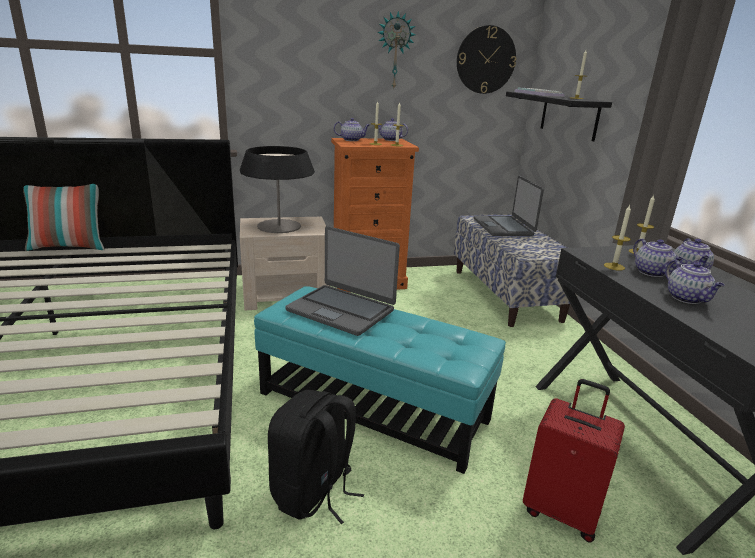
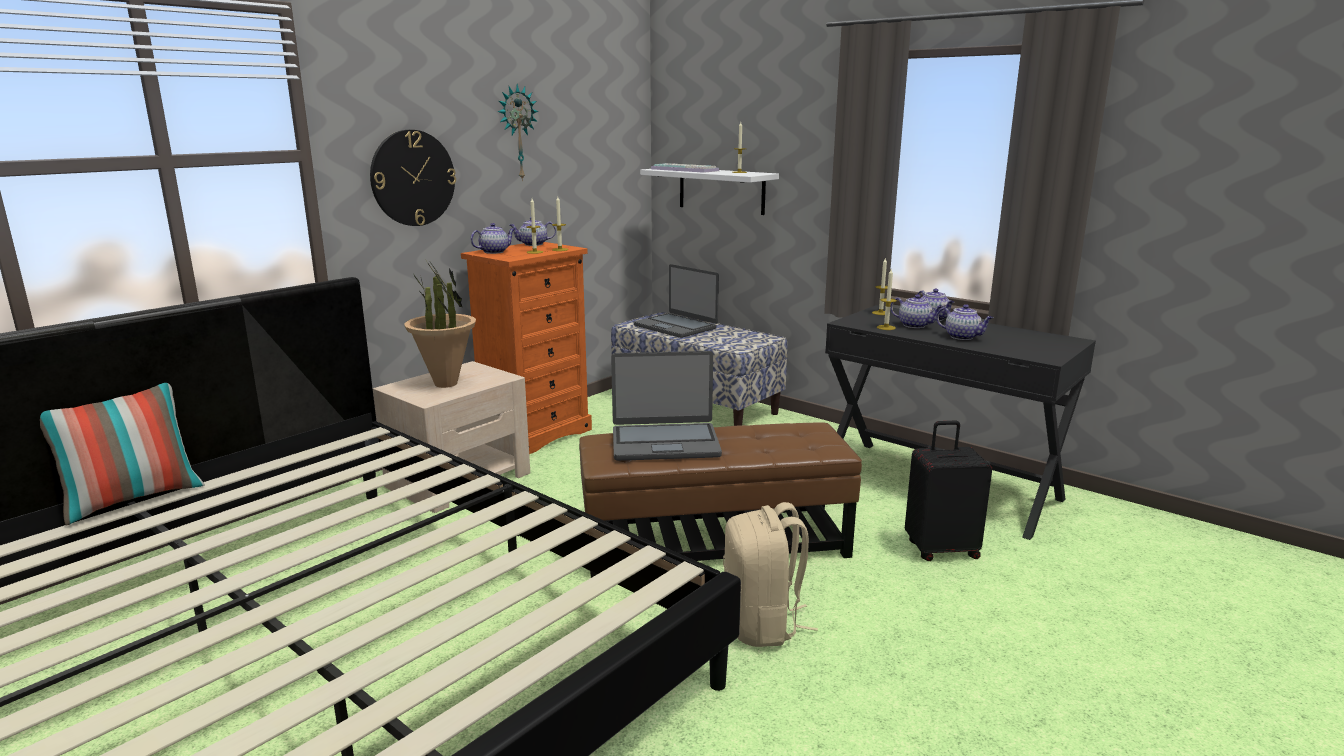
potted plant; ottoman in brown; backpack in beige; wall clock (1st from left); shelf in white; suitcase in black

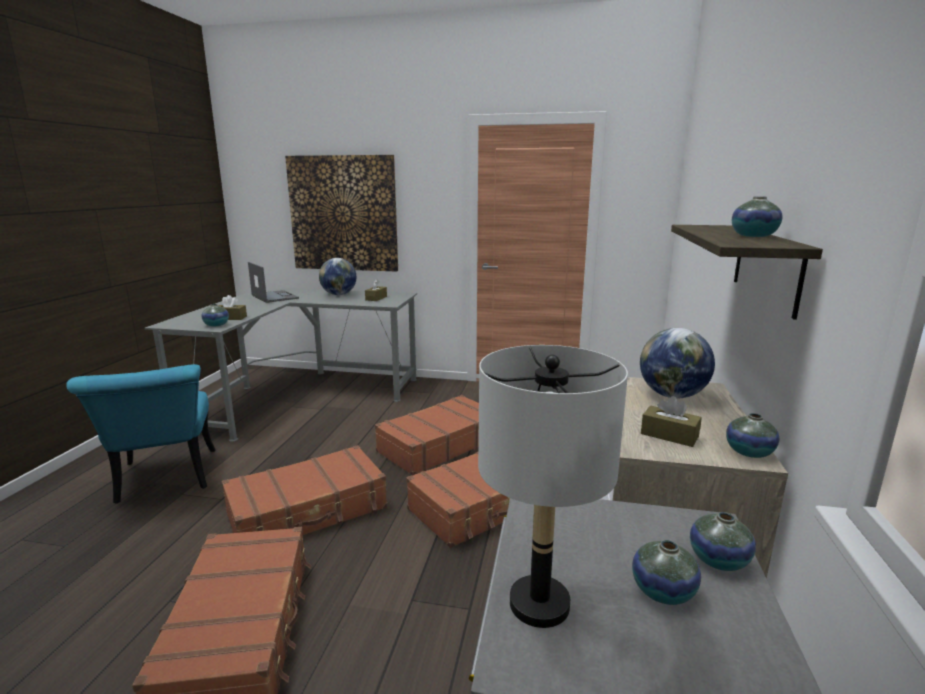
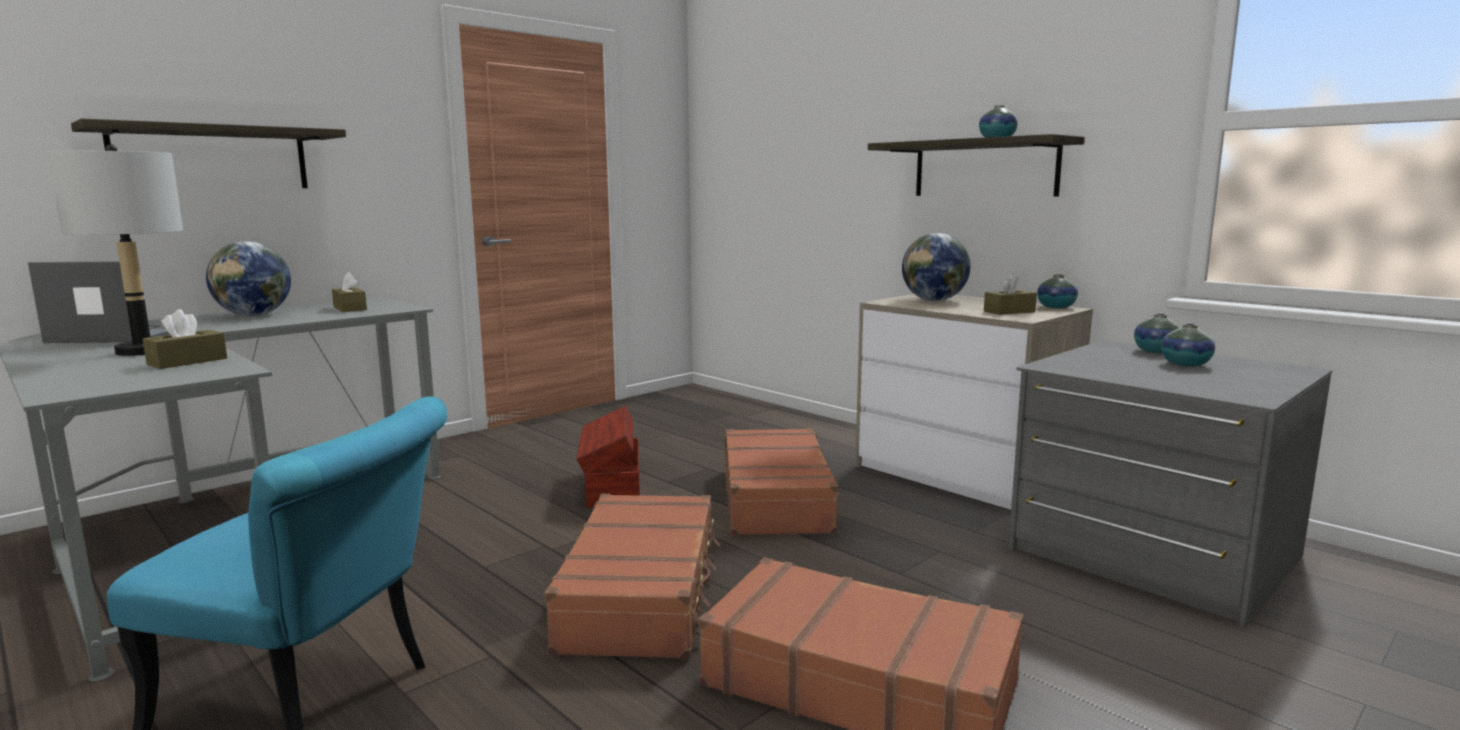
vase (1st from left in the first image); shelf (1st from left); storage box in brown; table lamp in grey

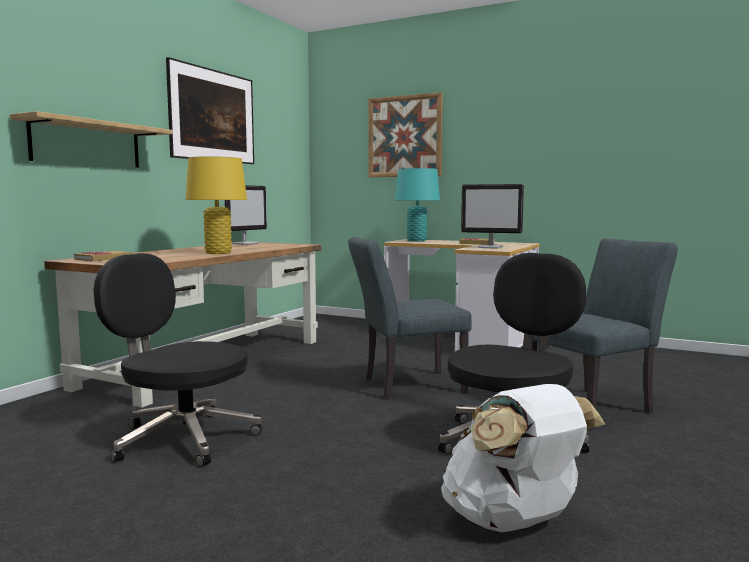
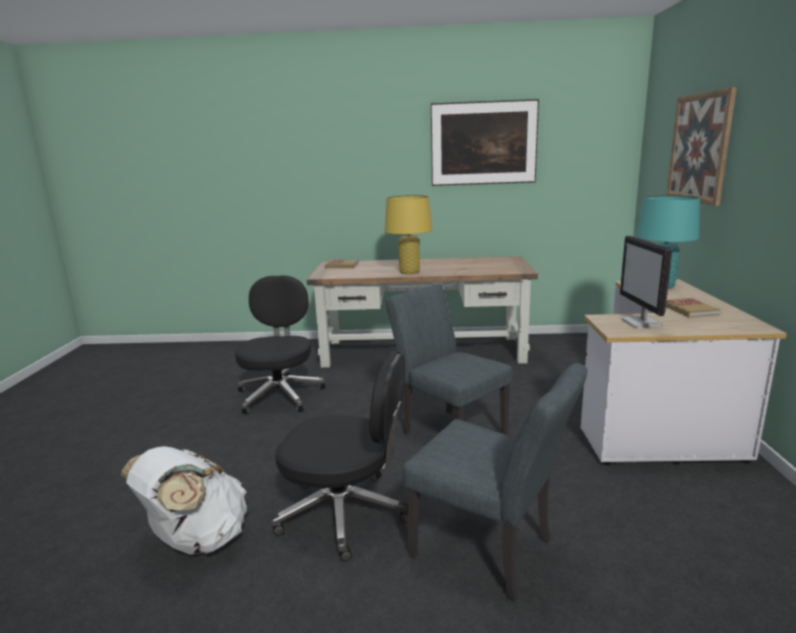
shelf; monitor (1st from left in the first image)

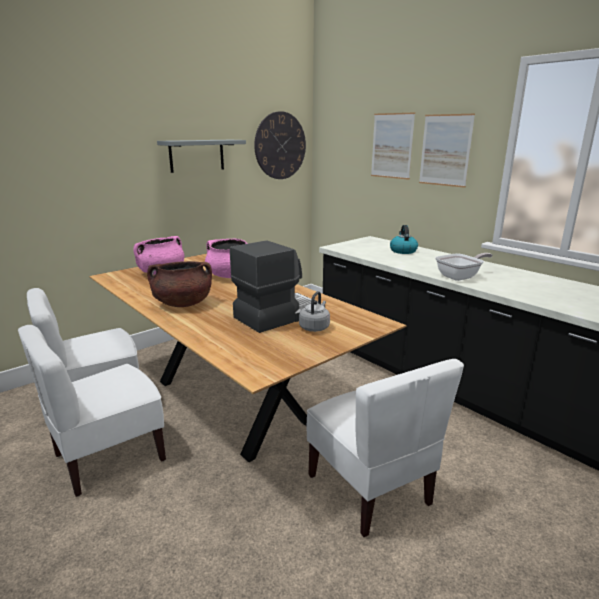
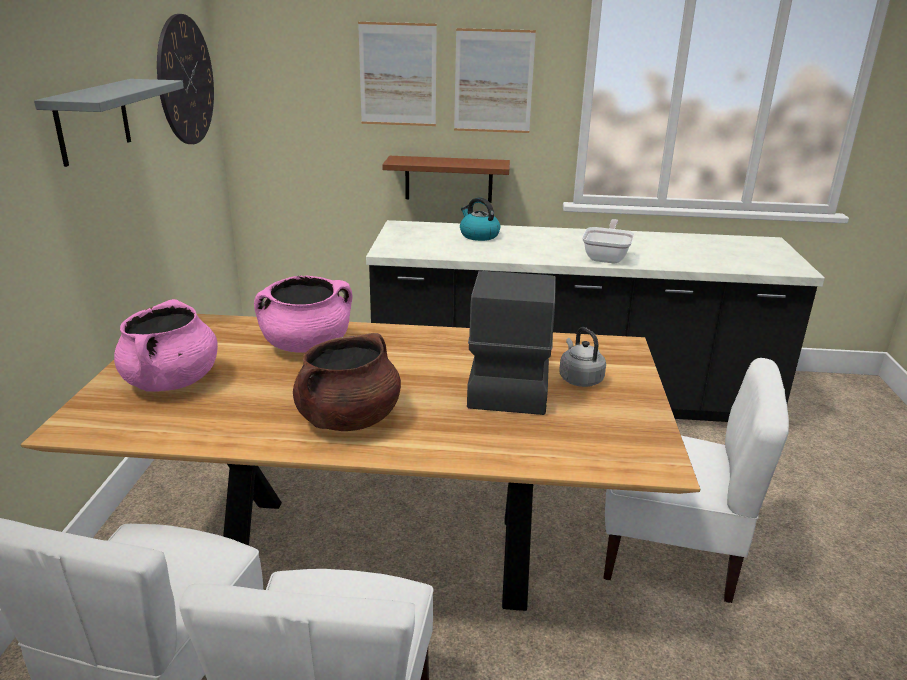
shelf in brown

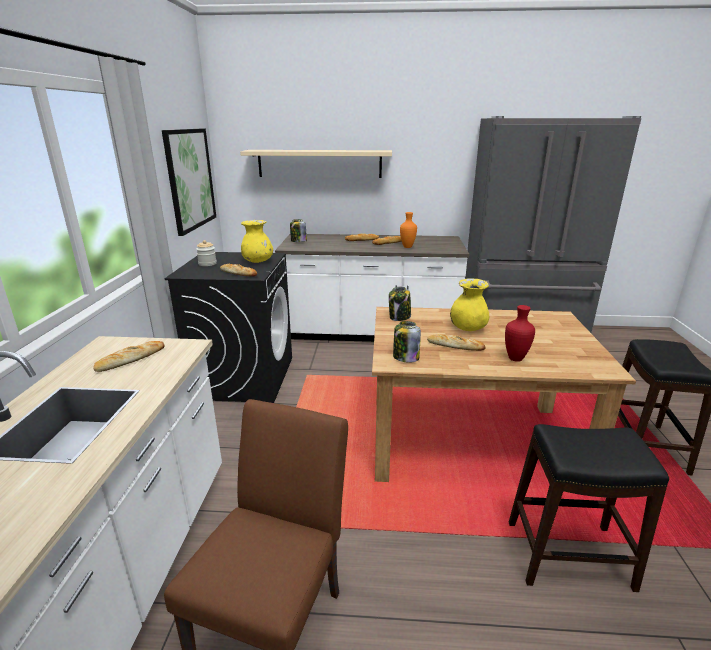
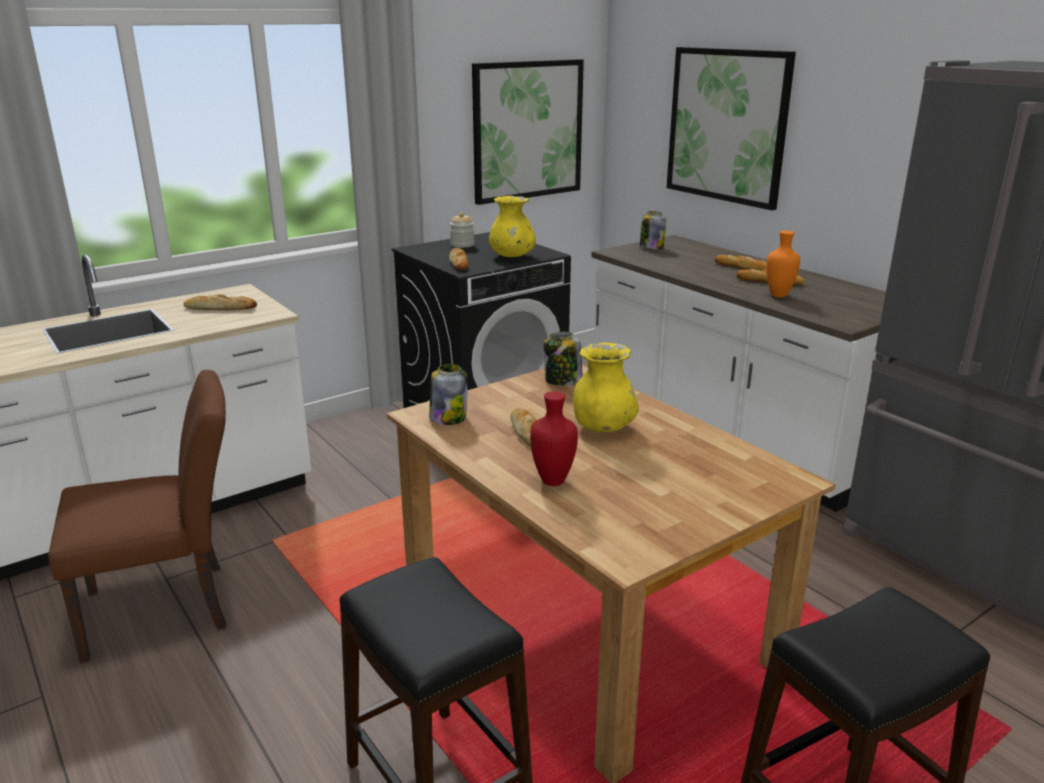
picture (2nd from left)

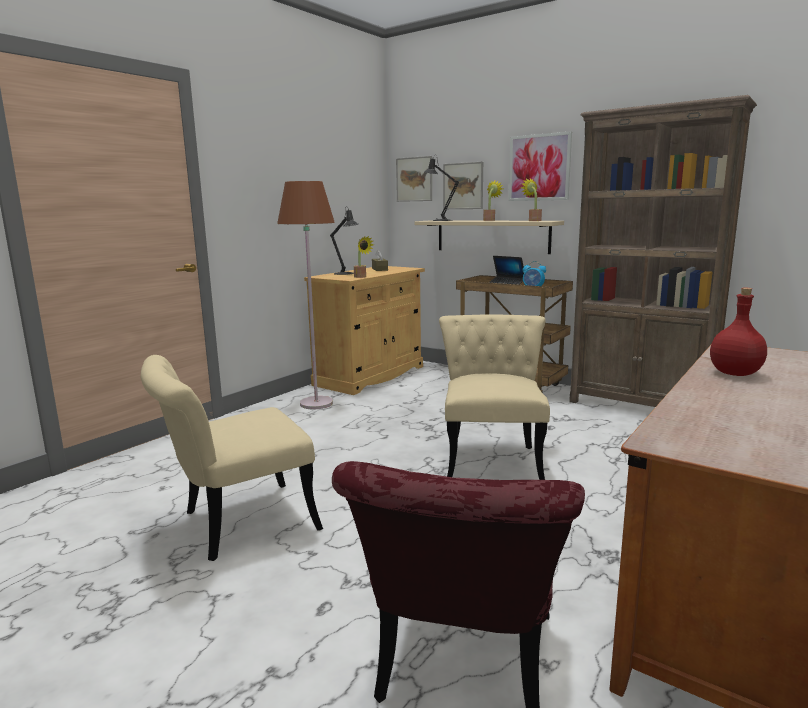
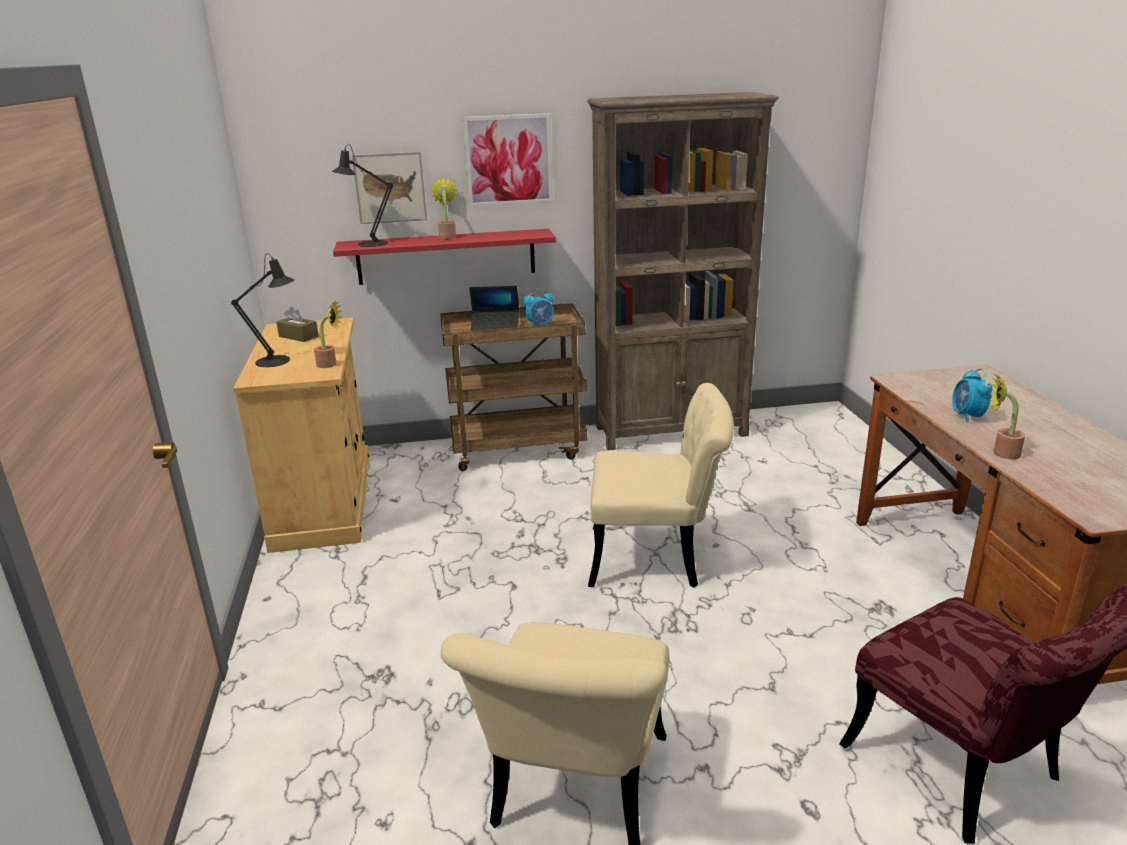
floor lamp in brown; picture (1st from left in the first image); shelf in red; chair in beige (2nd from left); potted plant (3rd from left); alarm clock (2nd from left)

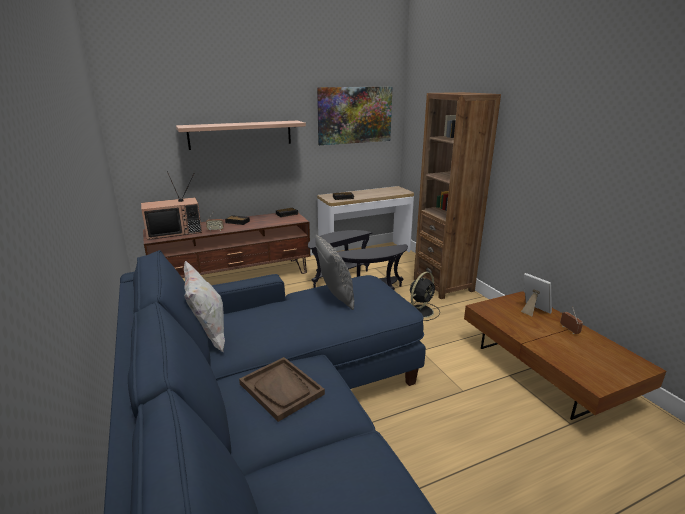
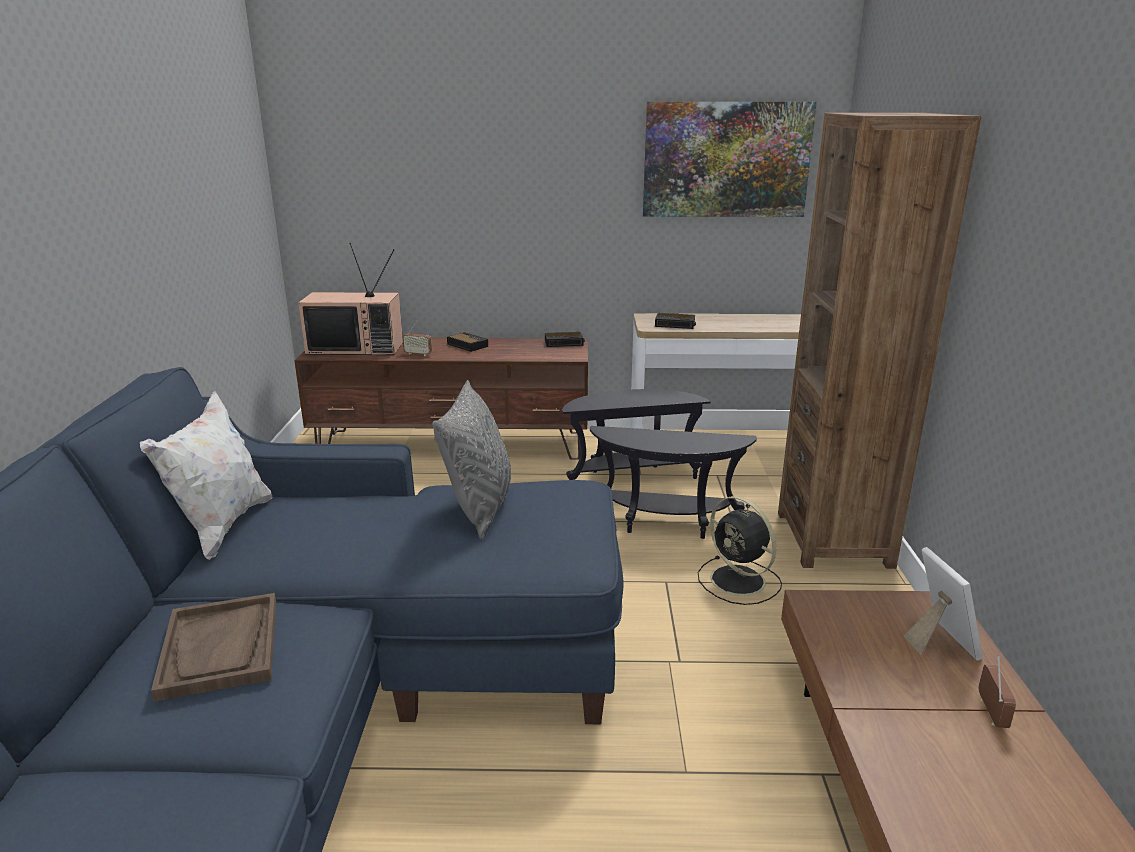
shelf; fan in black

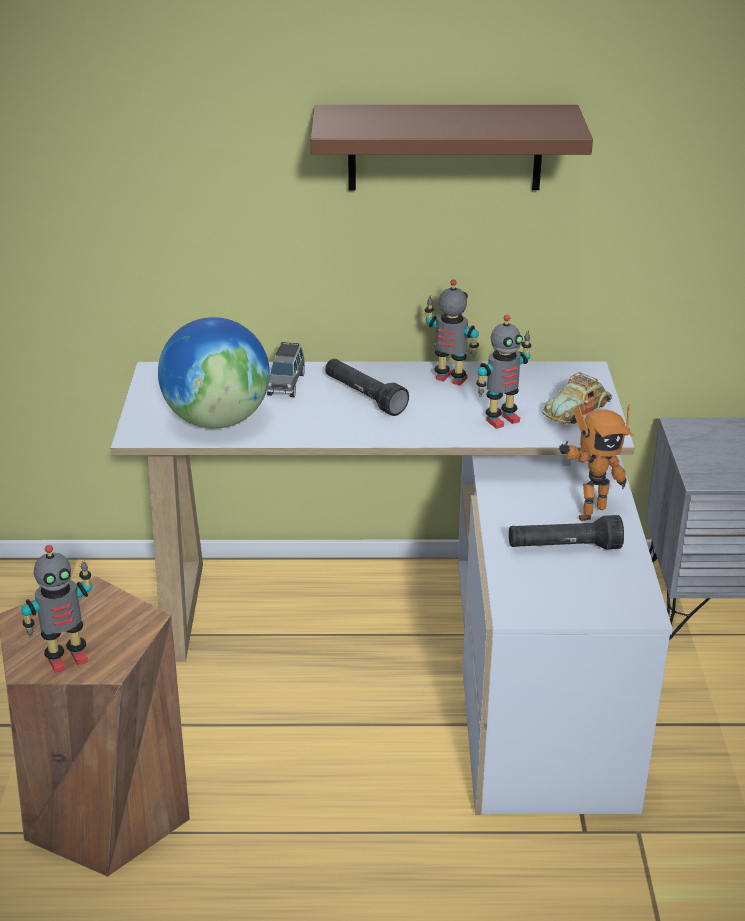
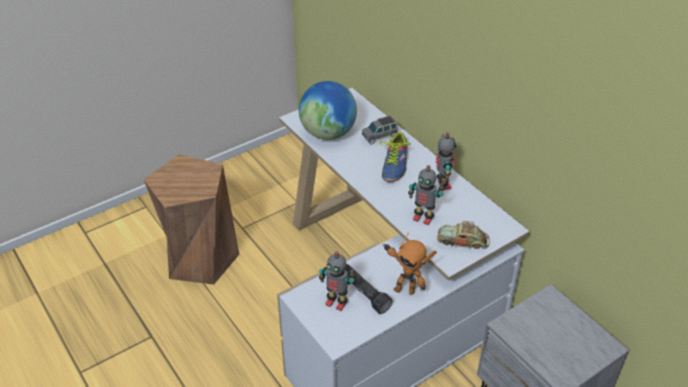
toy robot (1st from left); shelf in brown; shoe

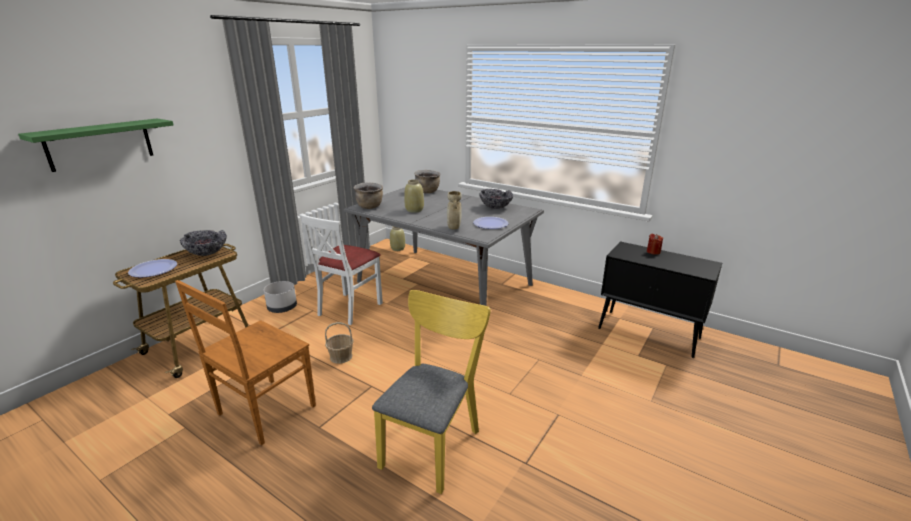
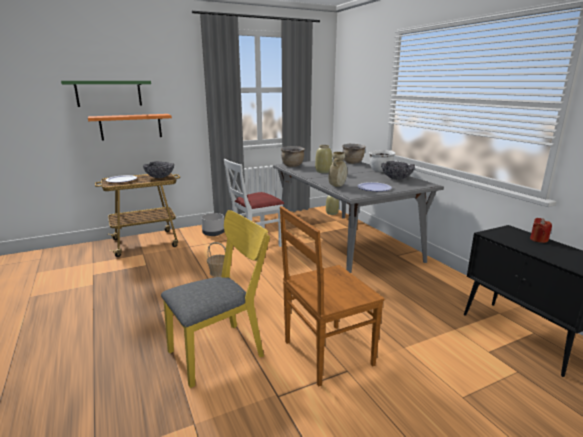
chair in brown; shelf in orange; cooking pot in white

